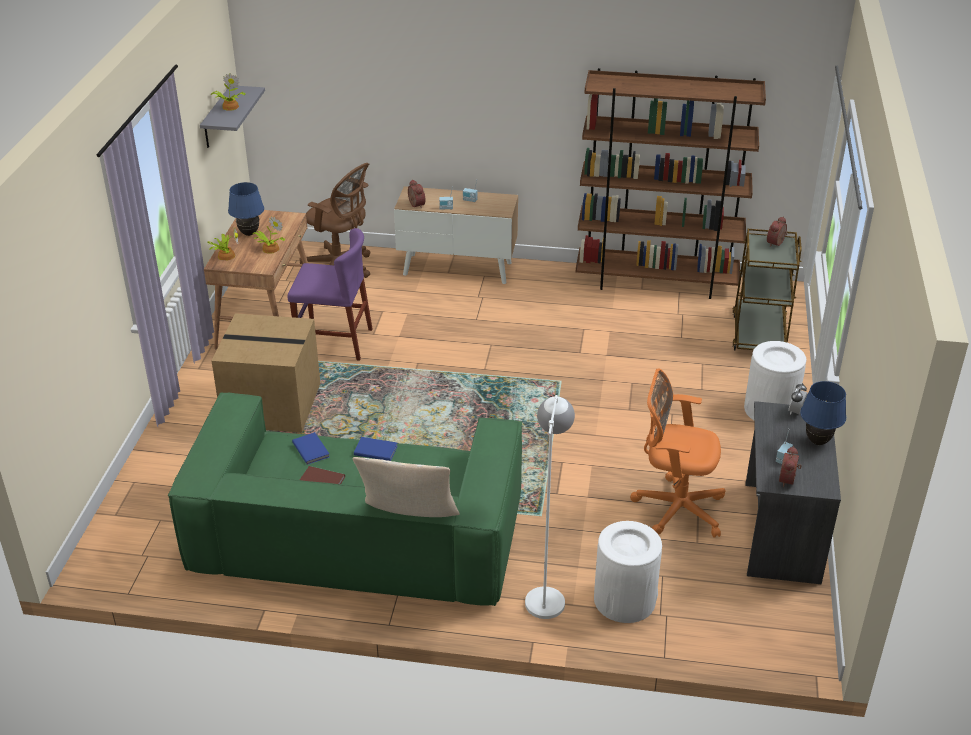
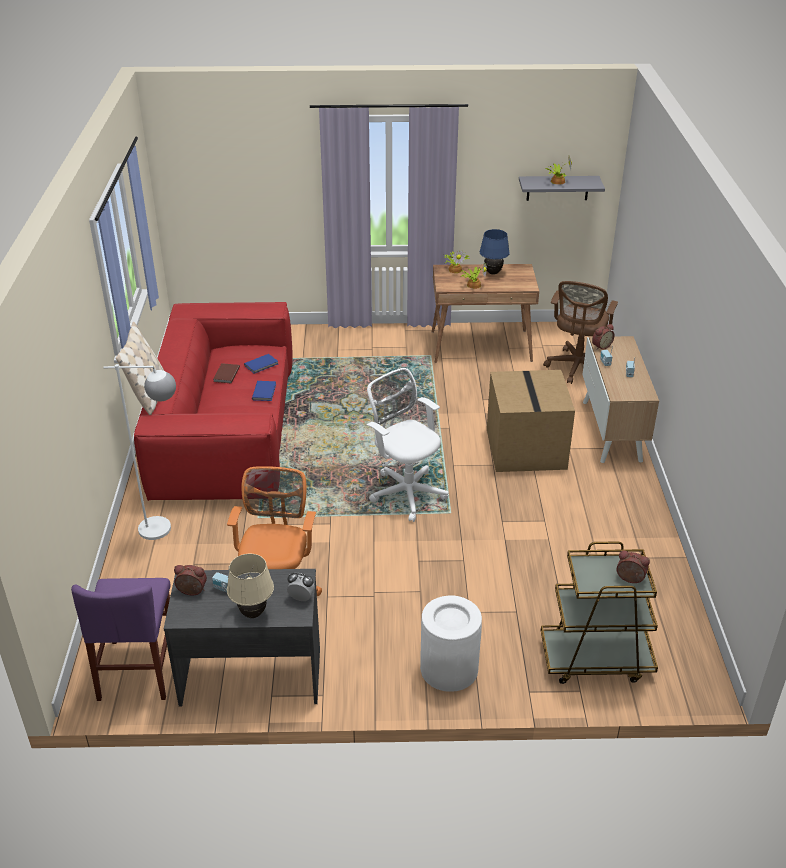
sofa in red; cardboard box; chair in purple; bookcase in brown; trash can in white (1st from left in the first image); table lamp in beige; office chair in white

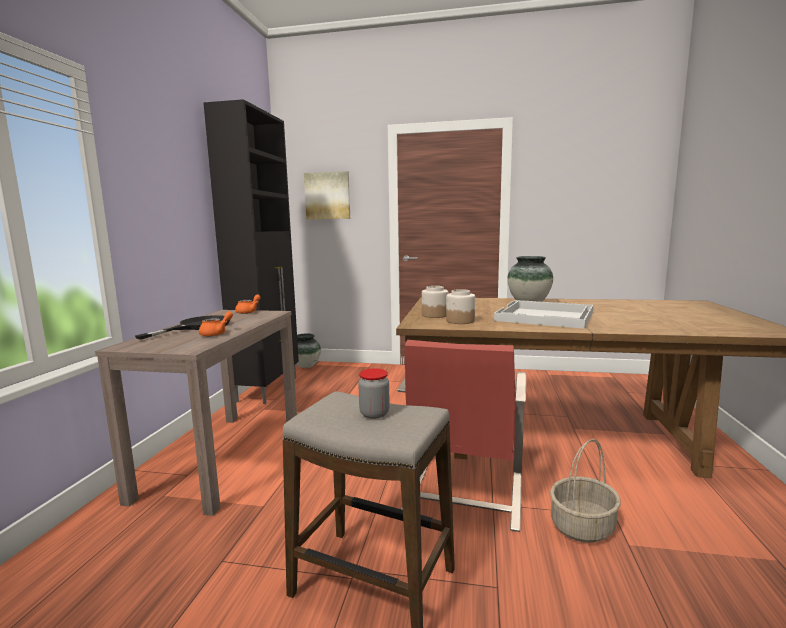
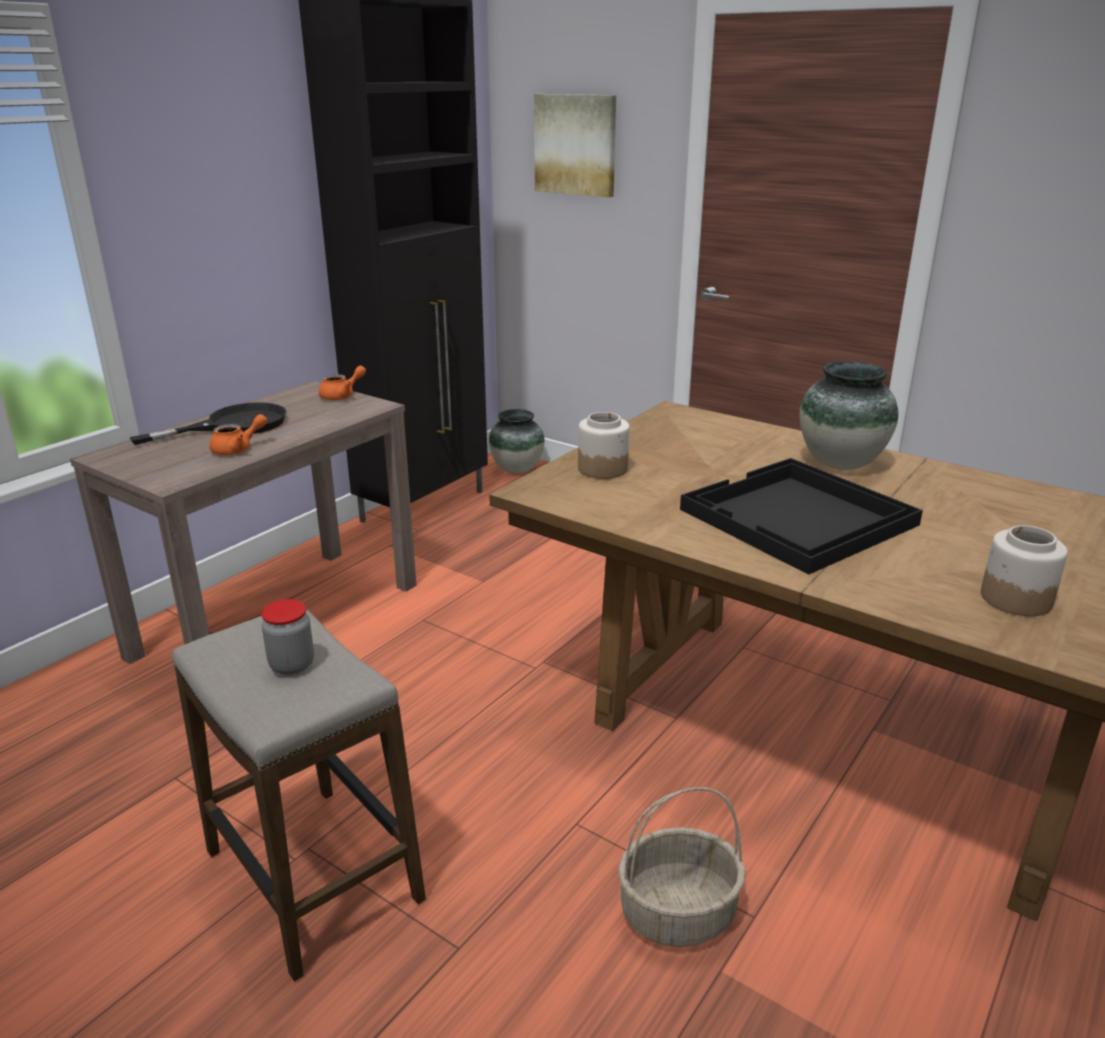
chair in red; jar (3rd from left); tray in black

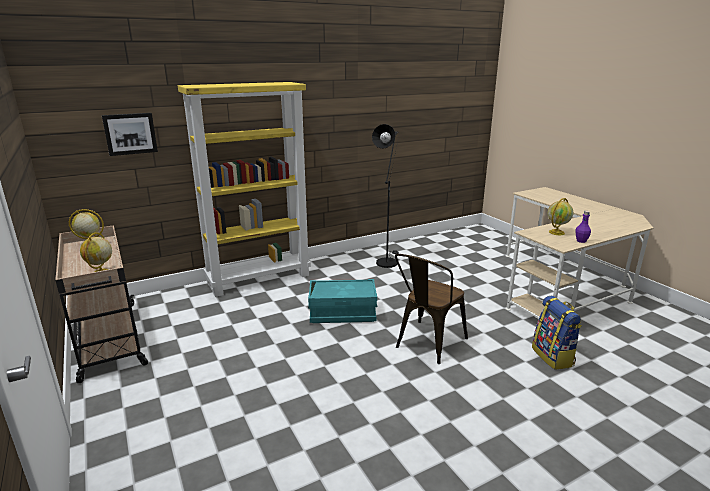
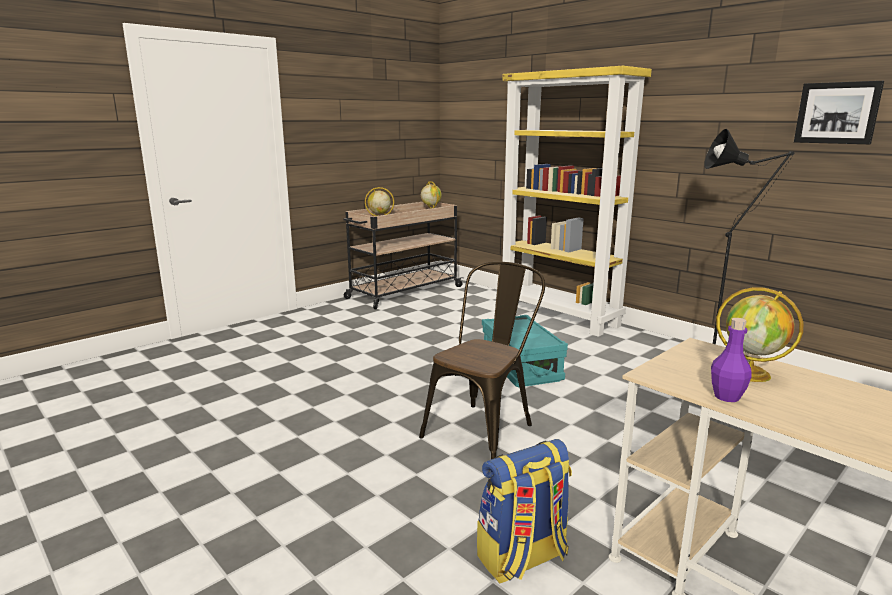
picture; chair in brown

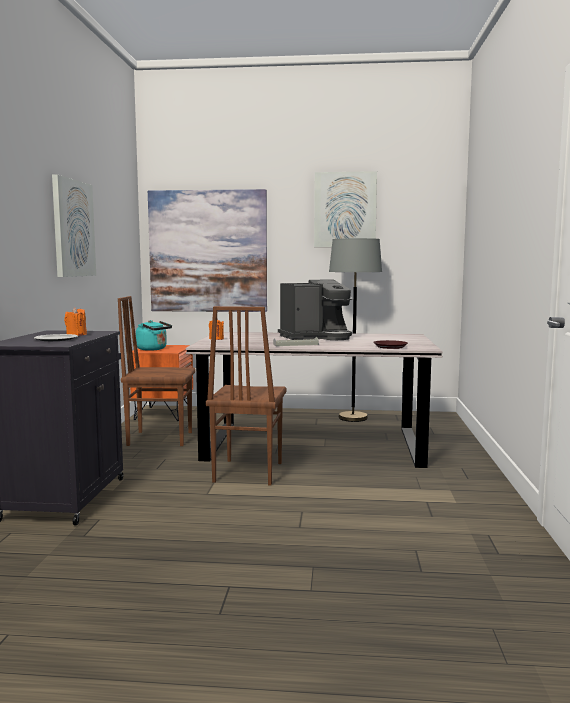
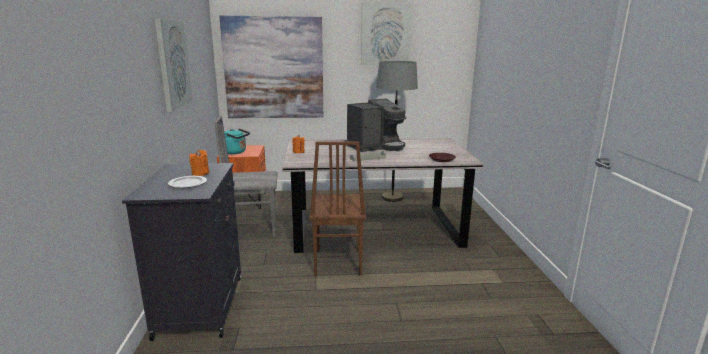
chair in grey

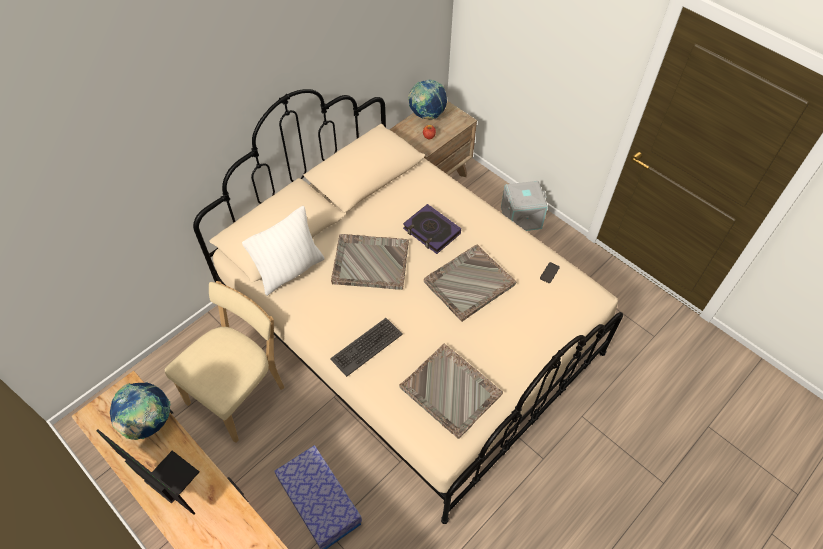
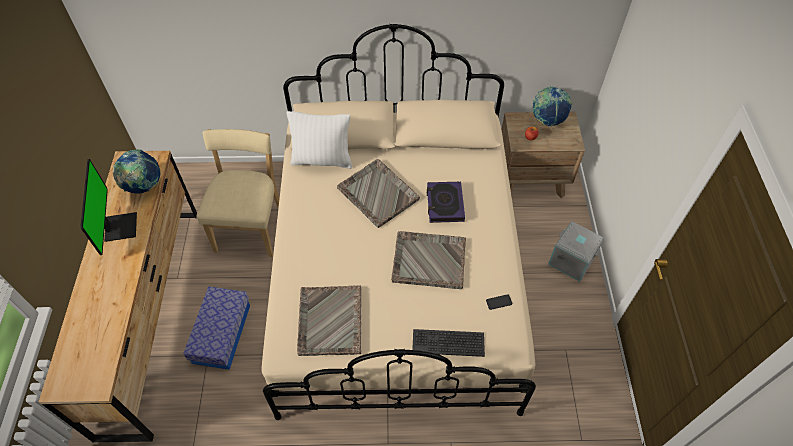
chair in beige; keyboard

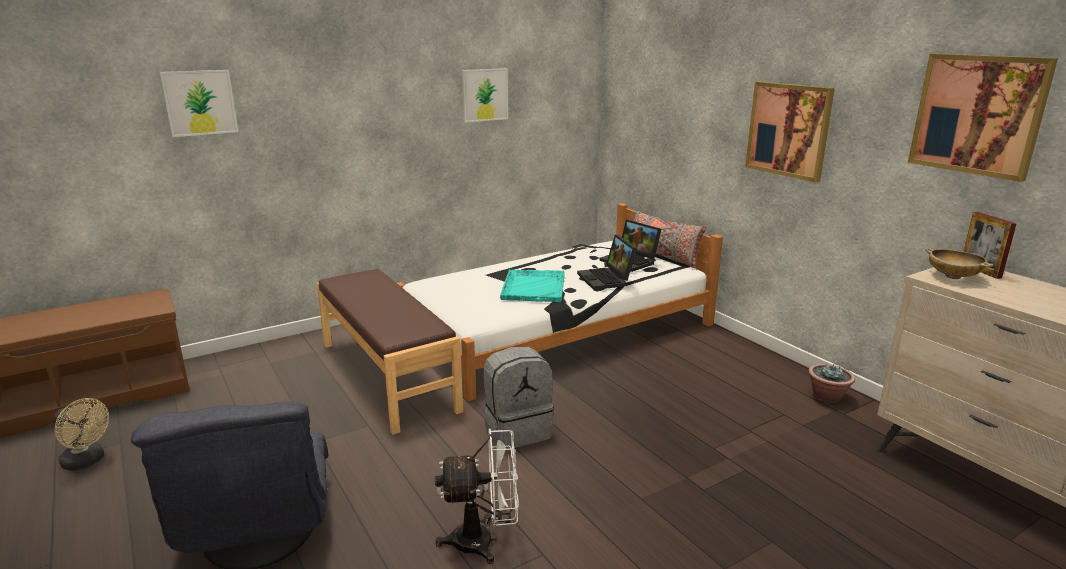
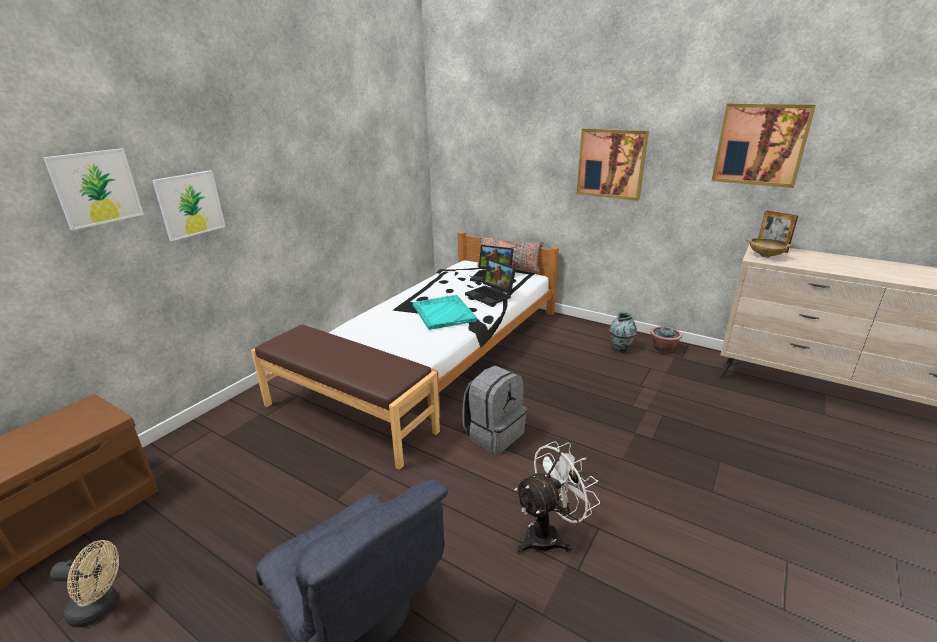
picture (2nd from left); vase

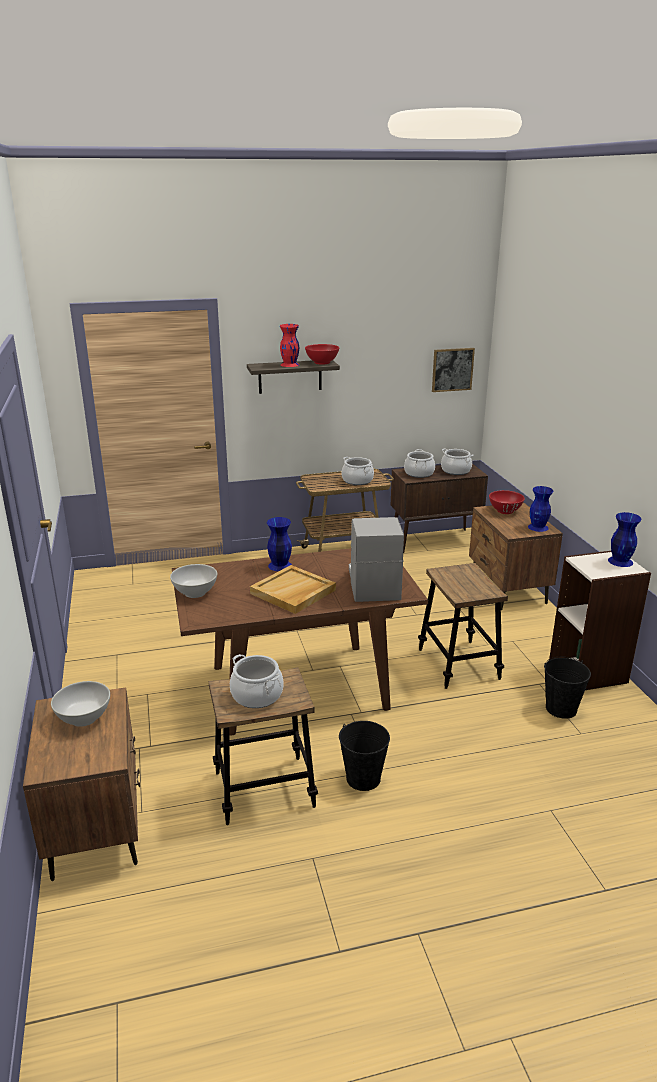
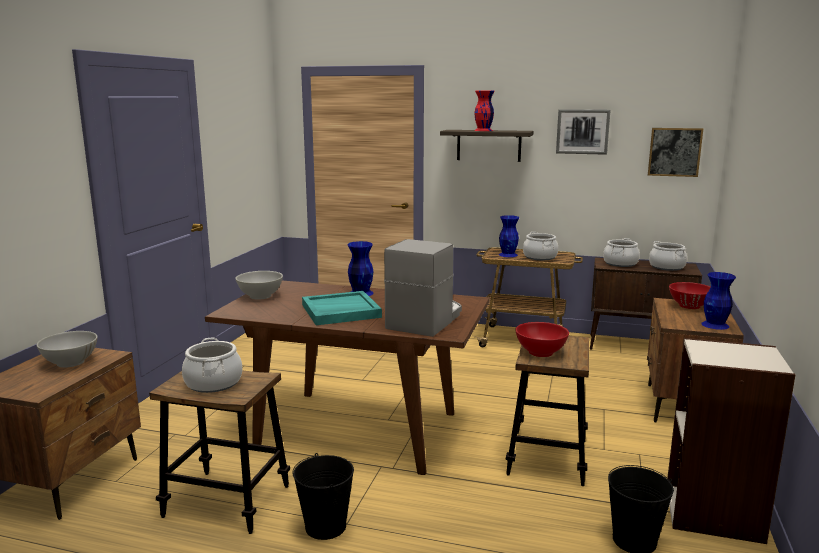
tray in turquoise; bowl in red (1st from left); vase in blue (2nd from left); picture (1st from left)

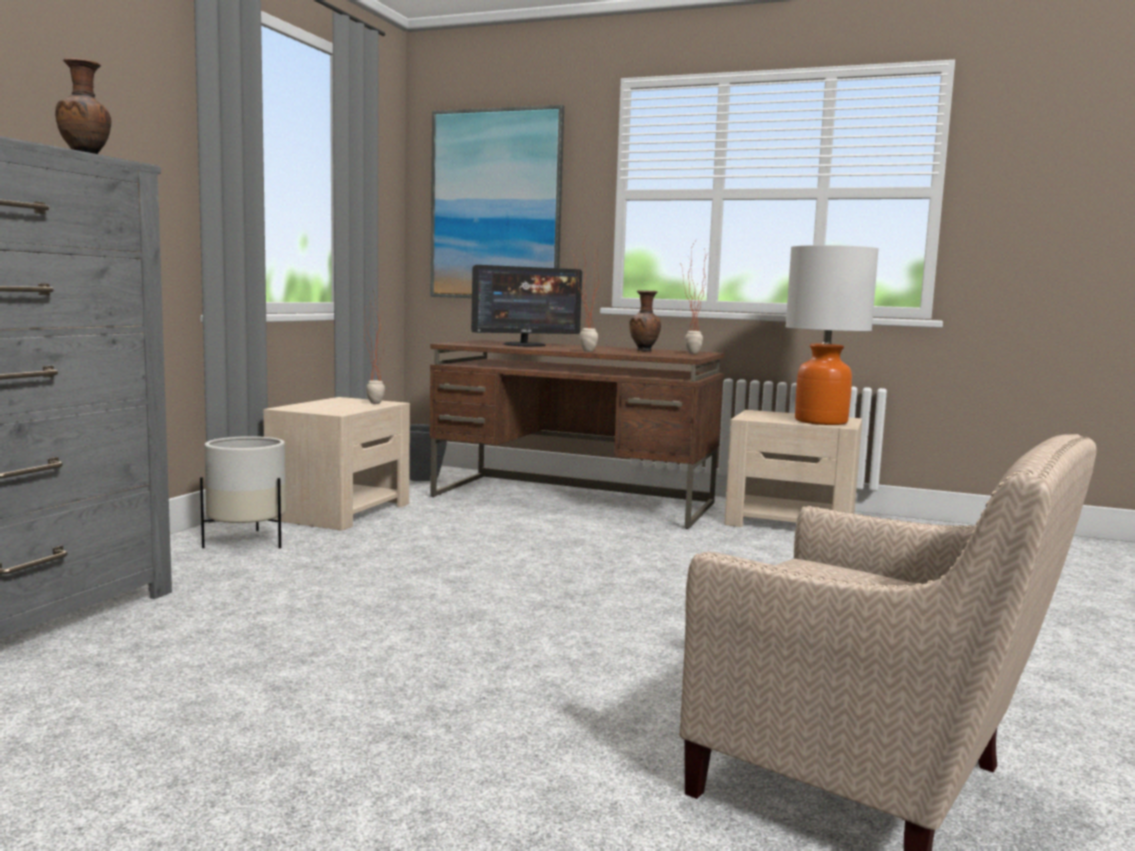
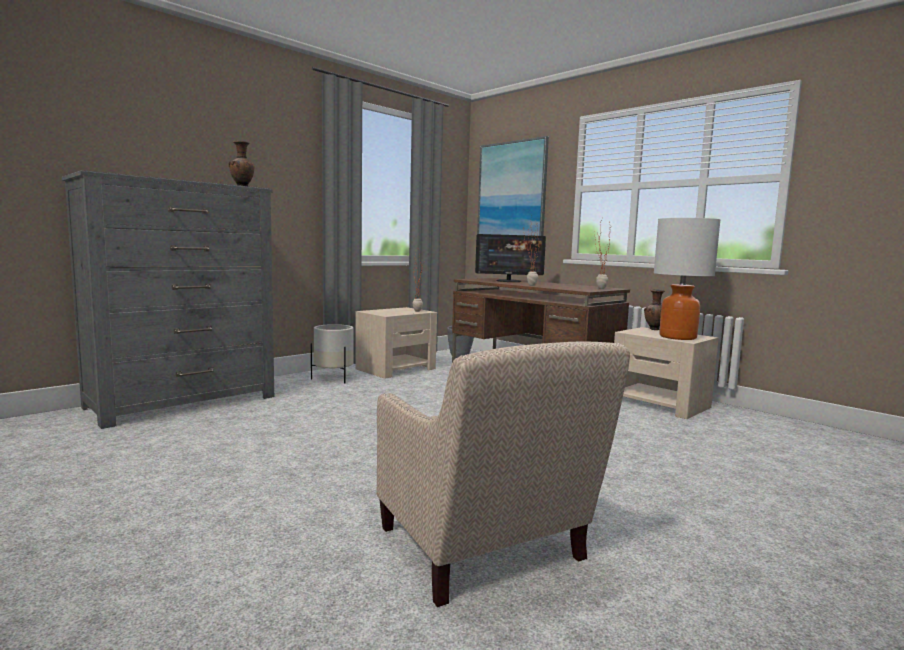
vase in brown (2nd from left)

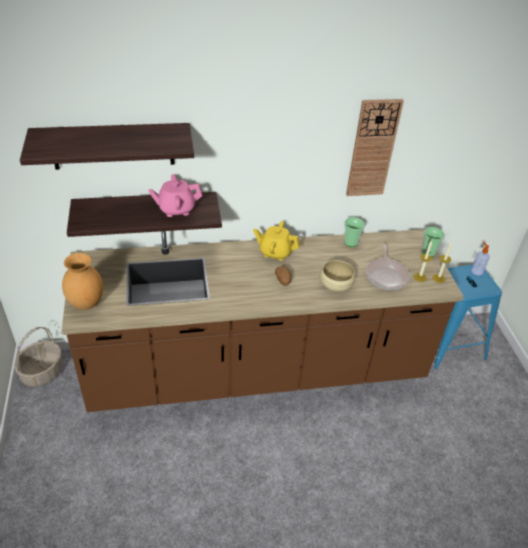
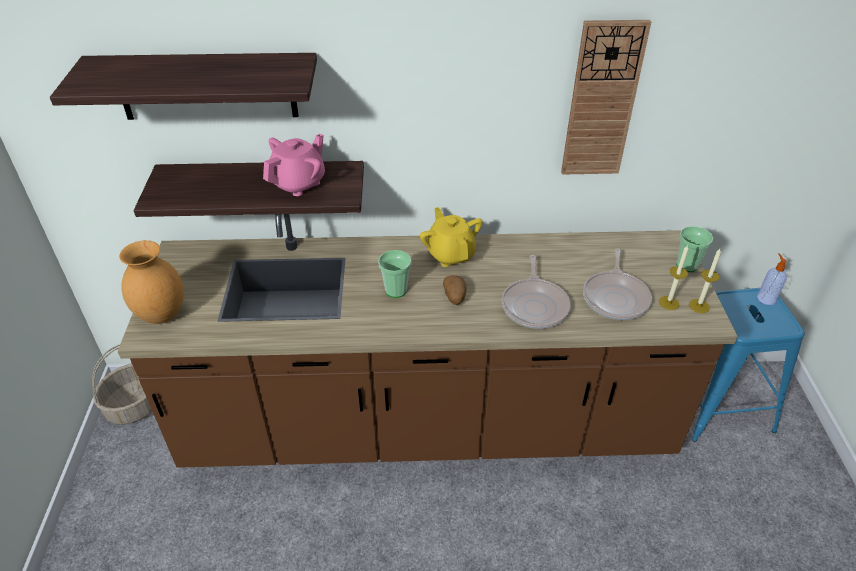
teapot in pink; teapot in yellow; frying pan (1st from left); cup (1st from left)

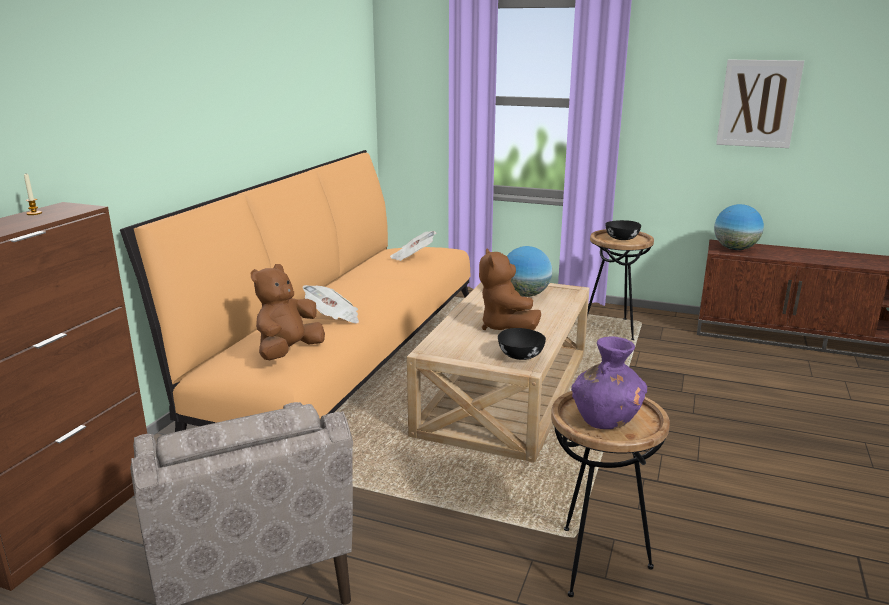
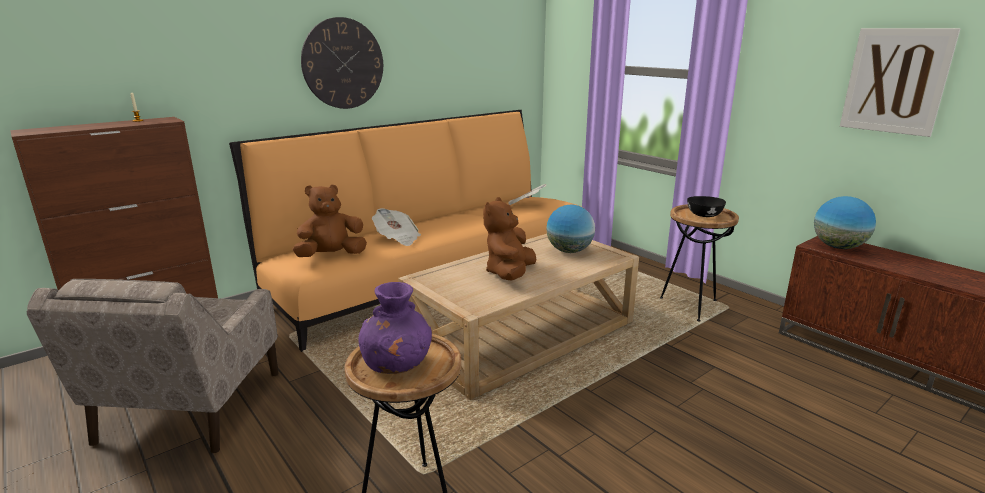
bowl in black (1st from left in the first image); wall clock

